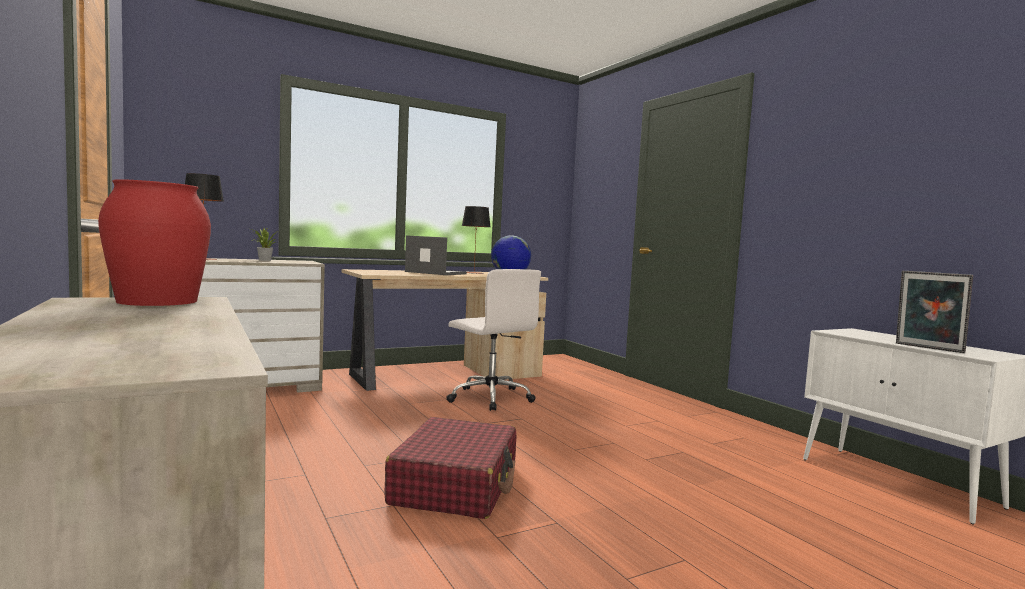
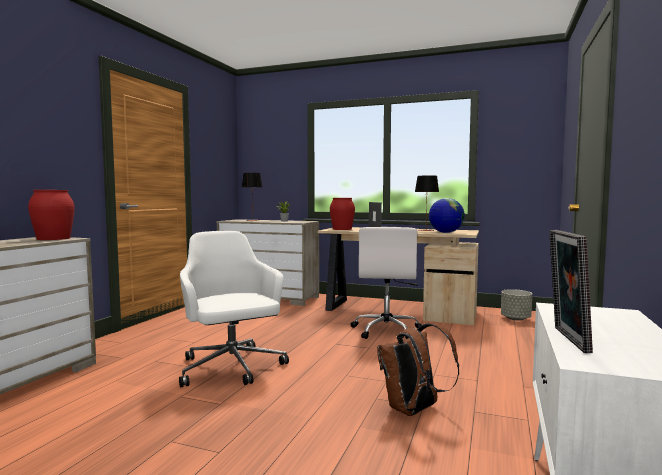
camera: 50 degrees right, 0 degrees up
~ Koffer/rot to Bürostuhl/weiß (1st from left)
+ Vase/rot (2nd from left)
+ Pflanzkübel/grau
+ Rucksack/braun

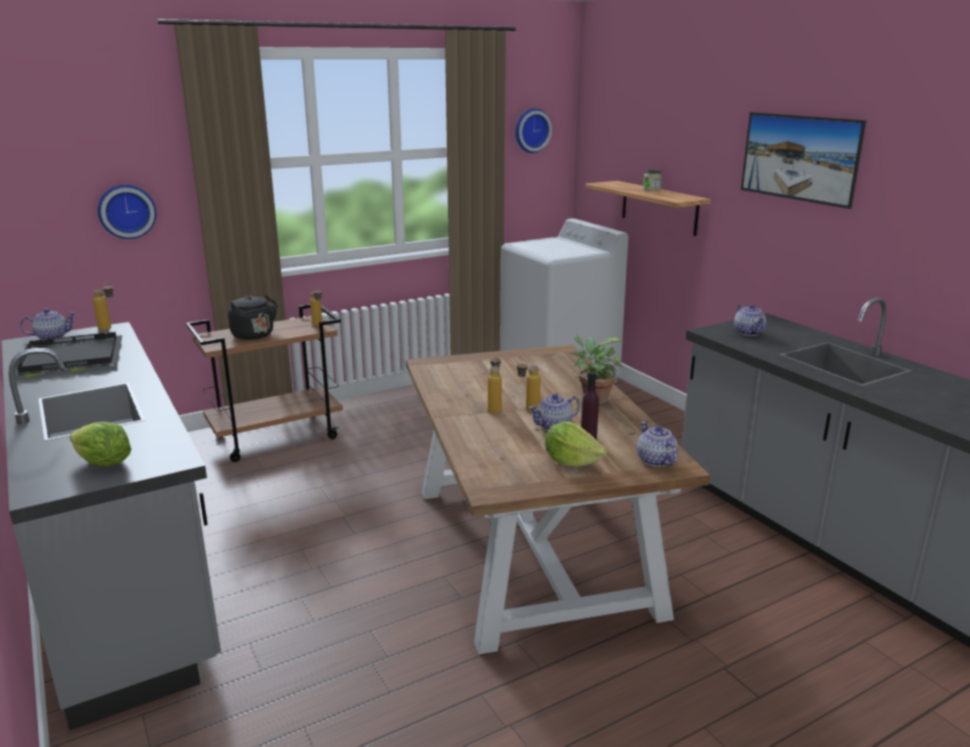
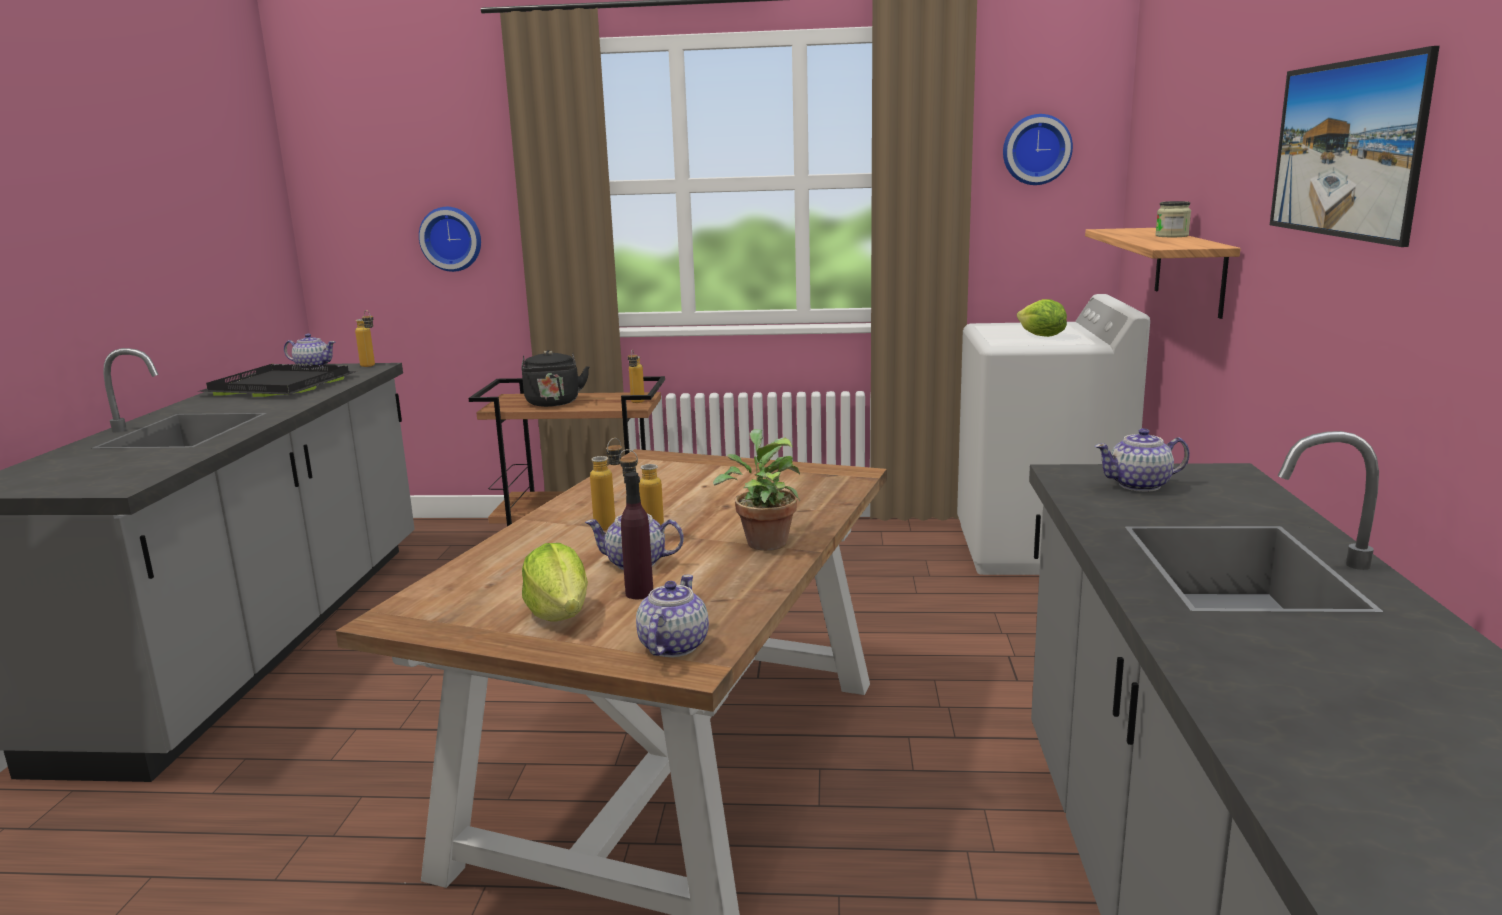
camera: 35 degrees right, 5 degrees down
~ Teekanne (4th from left) 60 degrees clockwise
~ Salatkopf (1st from left in the first image) to Salatkopf (2nd from left)

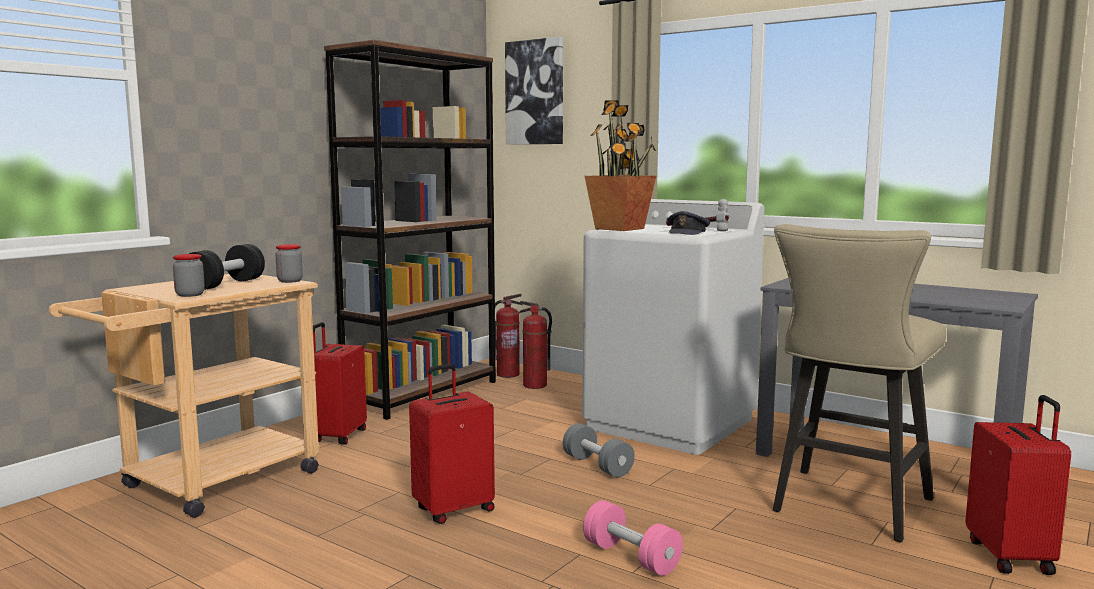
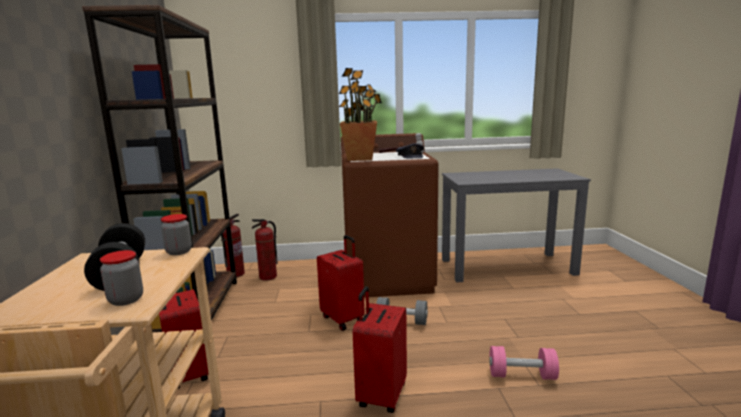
camera: 40 degrees left, 5 degrees up
- Bild
~ Waschmaschine/weiß to Waschmaschine/braun
- Hocker/beige
~ Koffer/rot (3rd from left in the first image) to Koffer/rot (2nd from left)

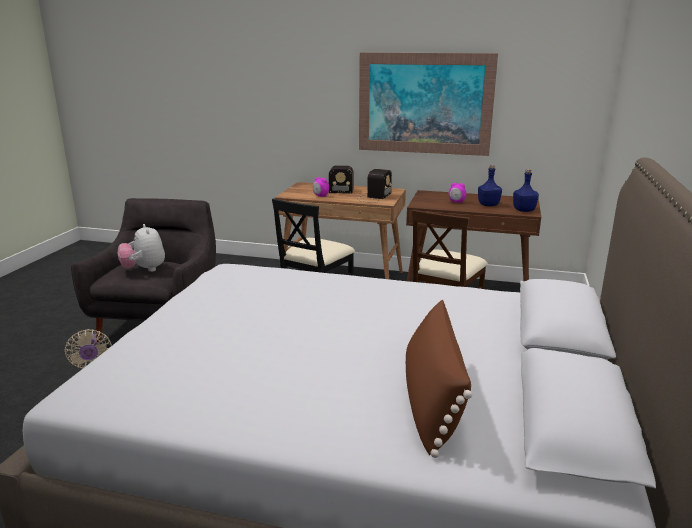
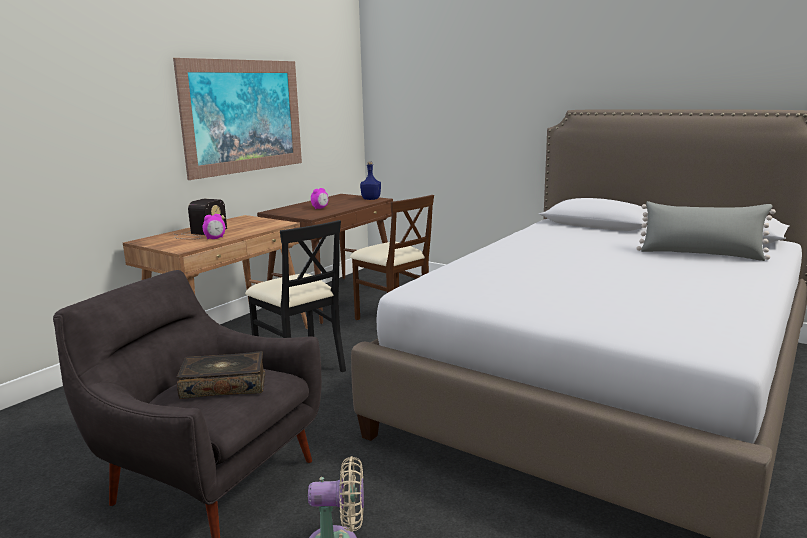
camera: 70 degrees left, 5 degrees down
- Flasche/blau (1st from left)
- Radio (2nd from left)
~ Plüschtier to Buch
~ Kissen/braun to Kissen/grau

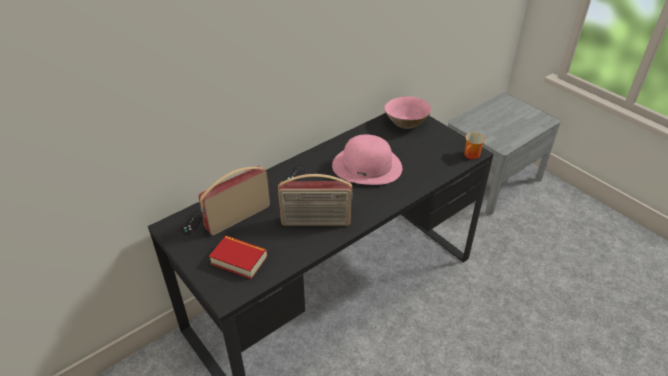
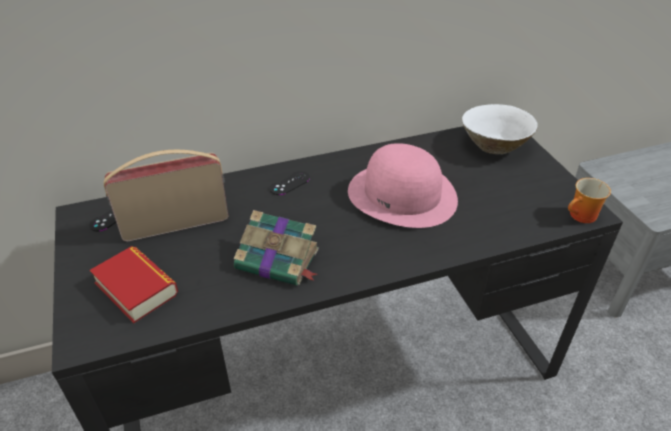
camera: 20 degrees right, 0 degrees up
~ Schüssel/rosa to Schüssel/weiß
~ Radio (2nd from left) to Buch (2nd from left)

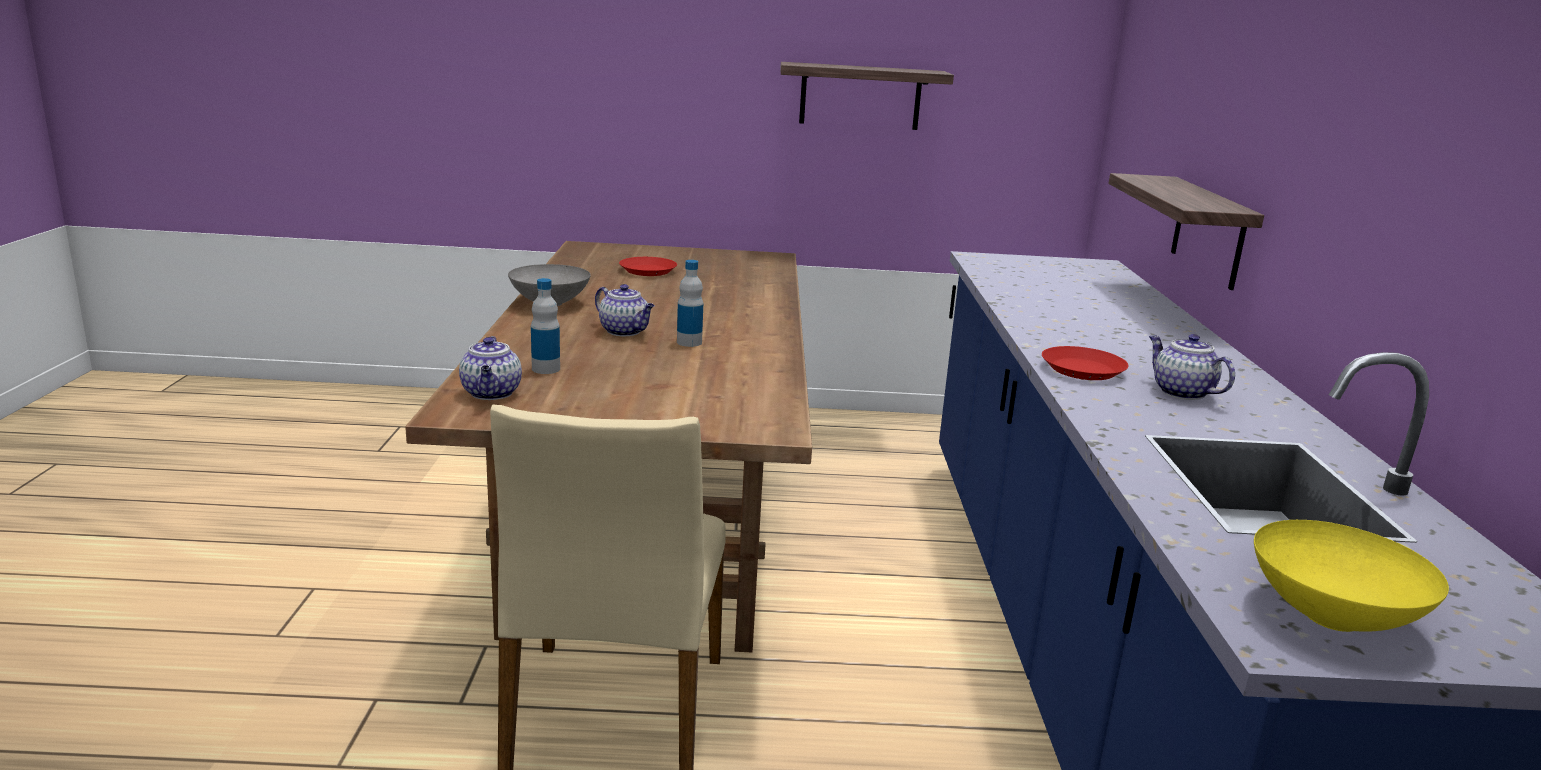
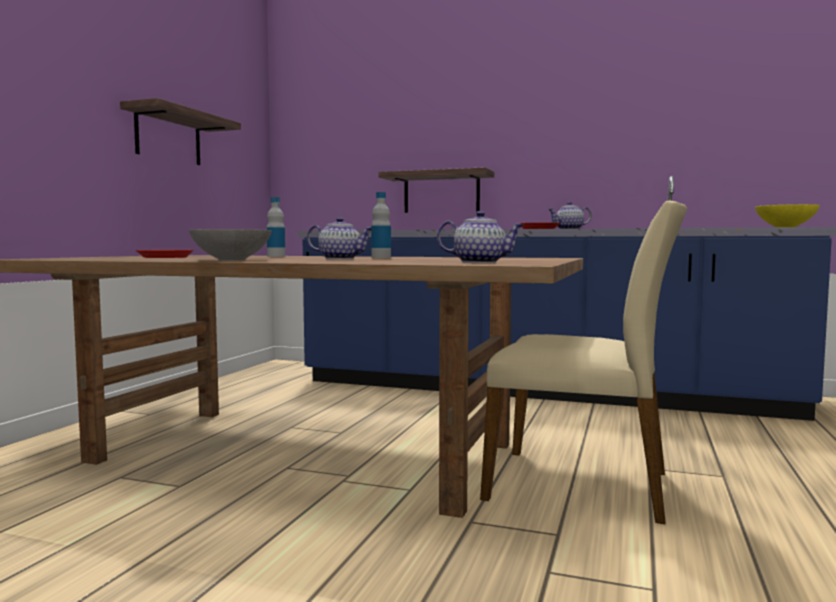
camera: 70 degrees left, 15 degrees down
~ Flasche (1st from left)
~ Teekanne (2nd from left in the first image) 45 degrees clockwise

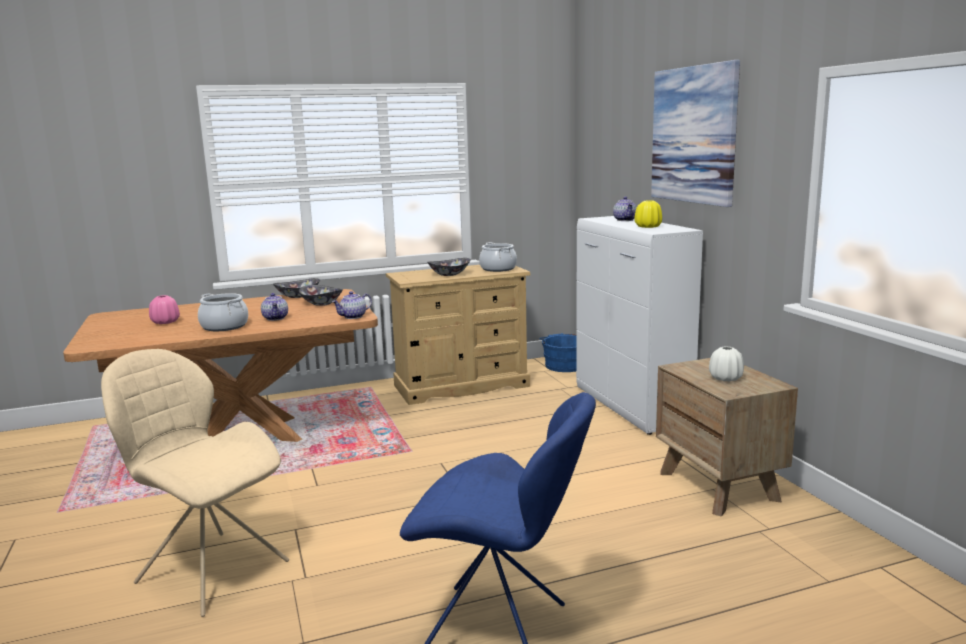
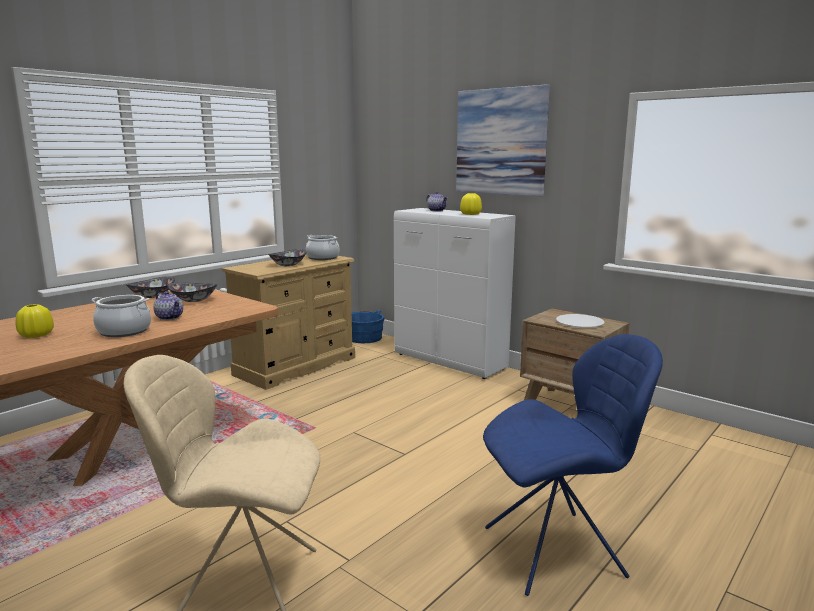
camera: 30 degrees left, 0 degrees up
- Teekanne (2nd from left)
~ Vase/rosa to Vase/gelb (1st from left)
~ Vase/weiß to Teller/weiß

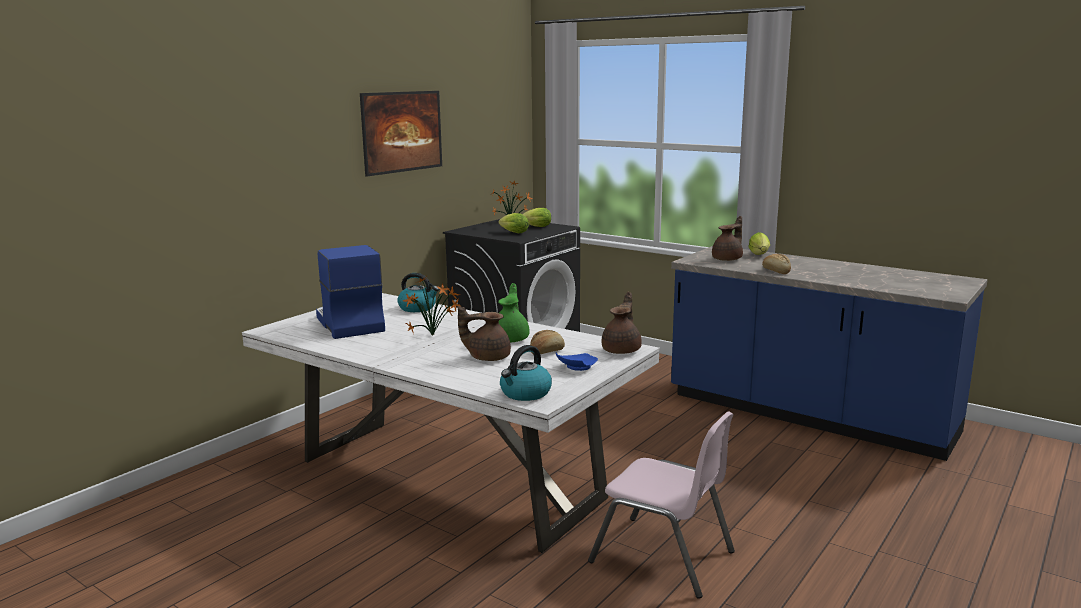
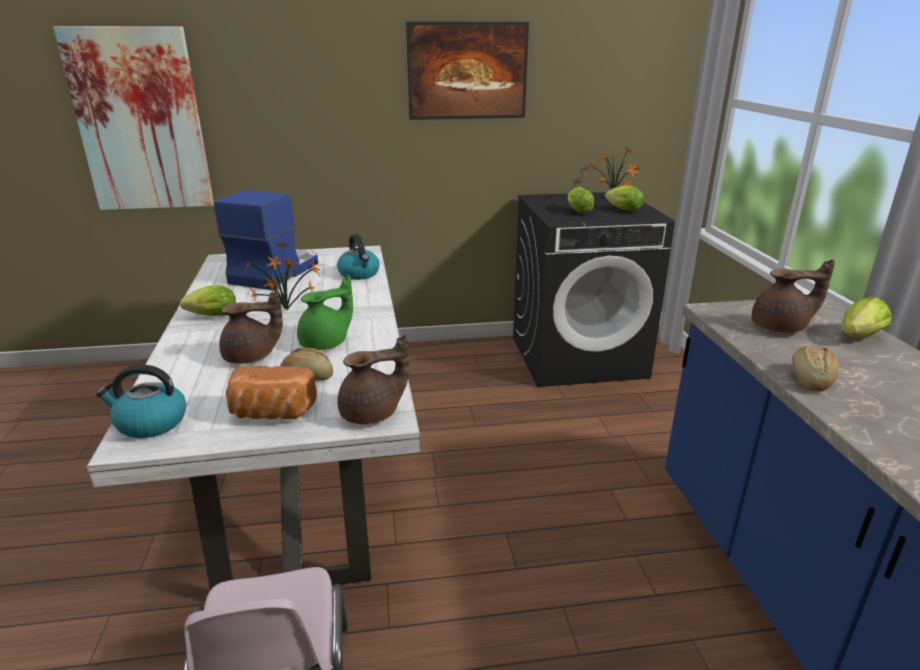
camera: 45 degrees right, 10 degrees up
~ Teekanne/braun (1st from left) 120 degrees clockwise
~ Teller/blau to Brot (1st from left)
+ Bild (1st from left)
+ Salatkopf (1st from left)

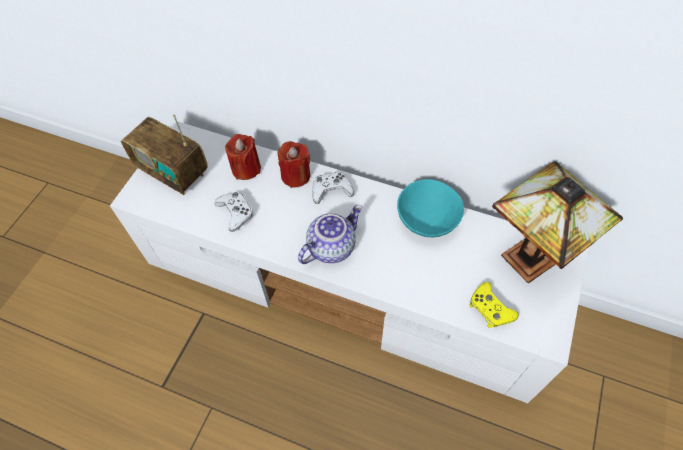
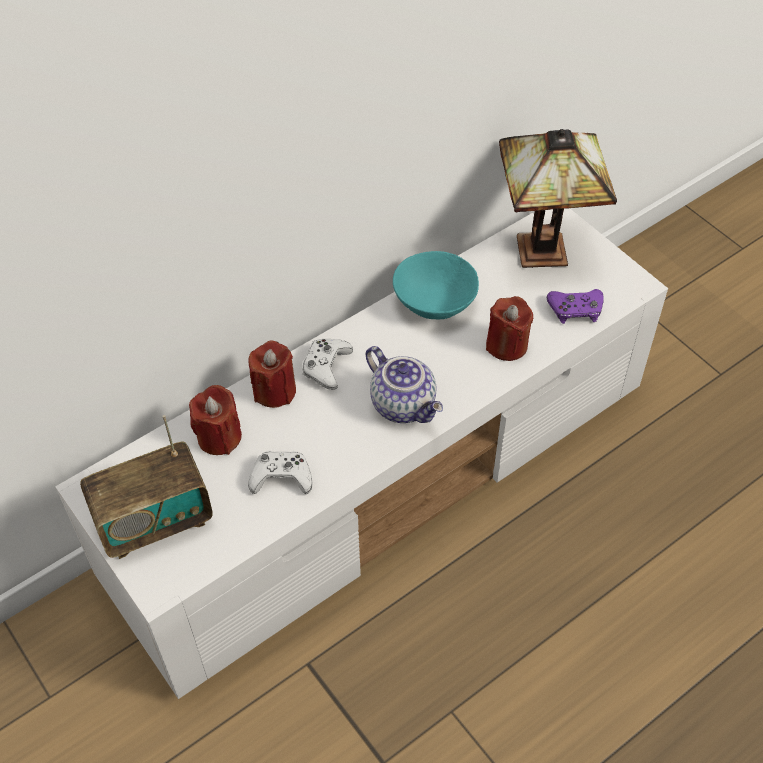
camera: 60 degrees left, 5 degrees down
~ Teekanne 150 degrees clockwise
~ Gamepad/gelb to Gamepad/lila
+ Kerze/rot (3rd from left)

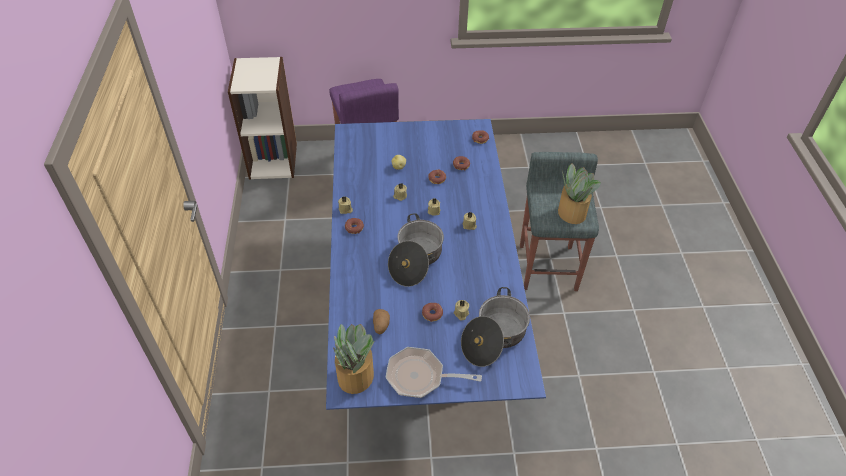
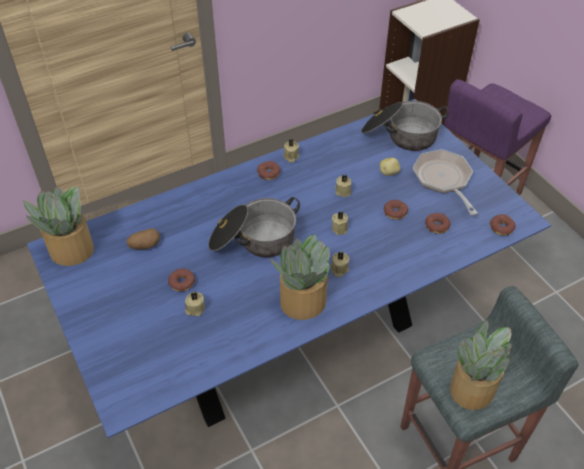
camera: 65 degrees right, 0 degrees up
~ Kochtopf (2nd from left)
~ Pfanne
+ Topfpflanze (2nd from left)

